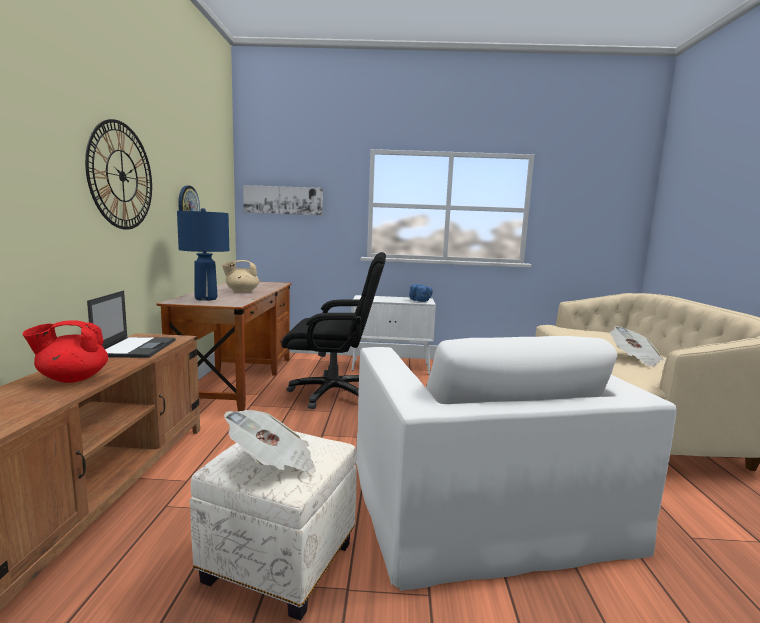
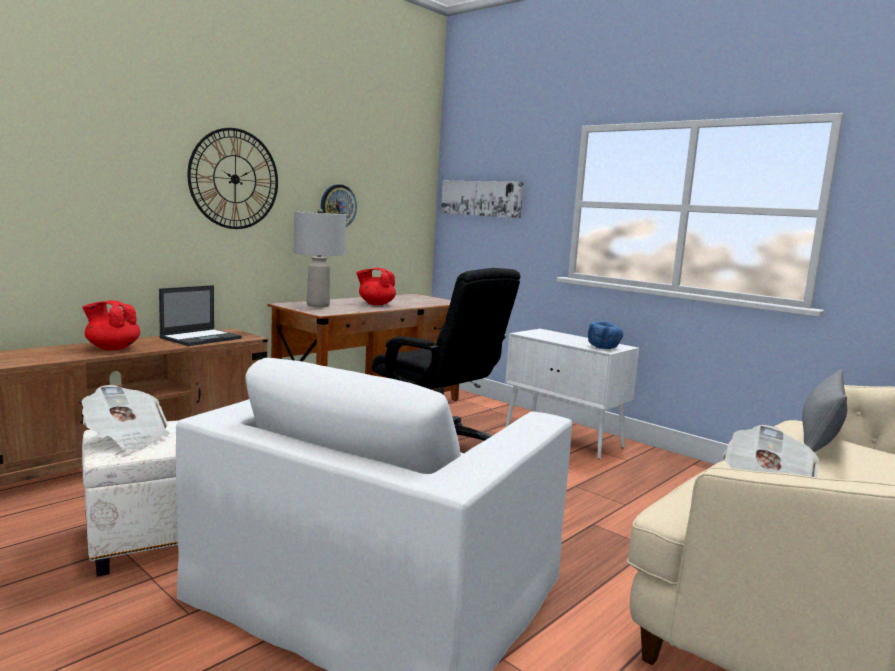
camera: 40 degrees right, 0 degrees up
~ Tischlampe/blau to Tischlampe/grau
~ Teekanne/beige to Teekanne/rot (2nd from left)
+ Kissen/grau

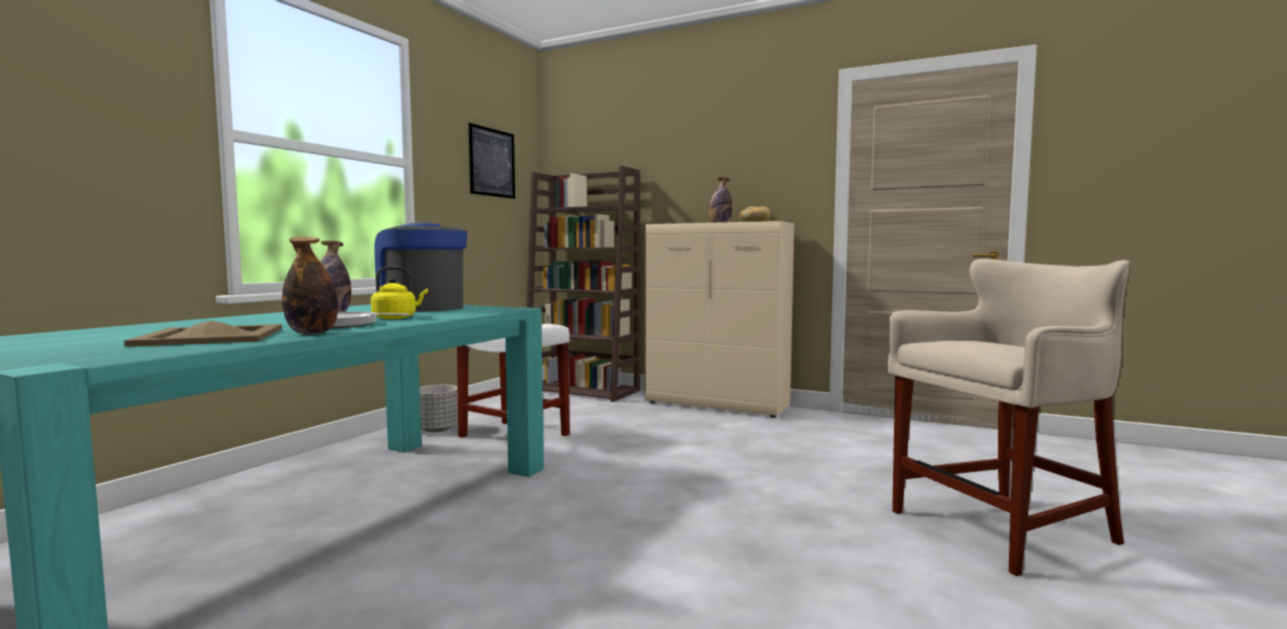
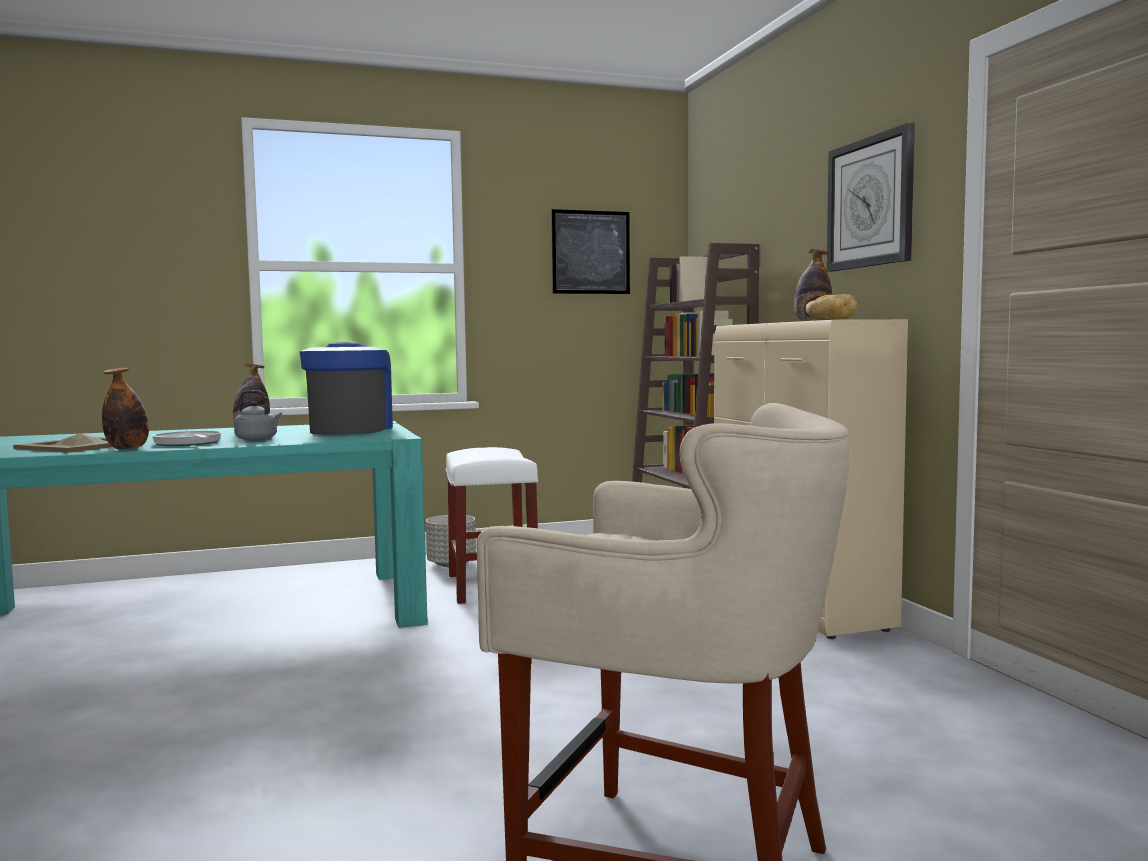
camera: 45 degrees right, 0 degrees up
~ Wasserkessel/gelb to Wasserkessel/grau
+ Wanduhr

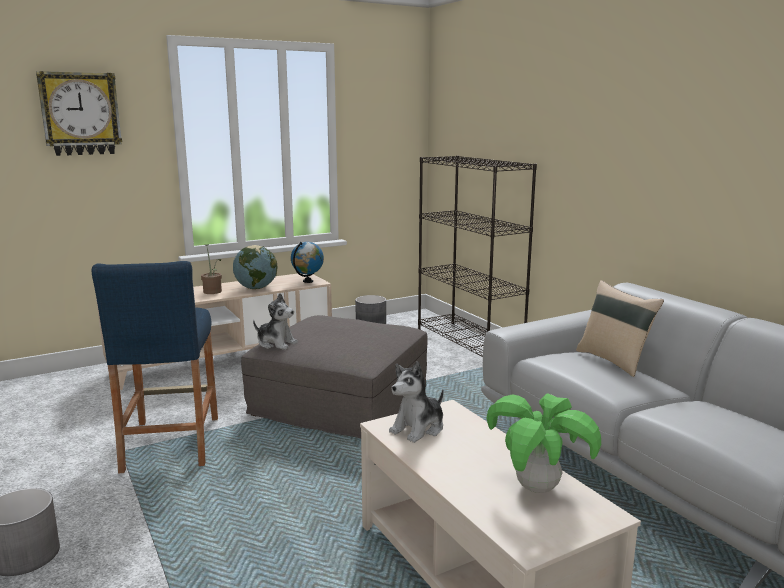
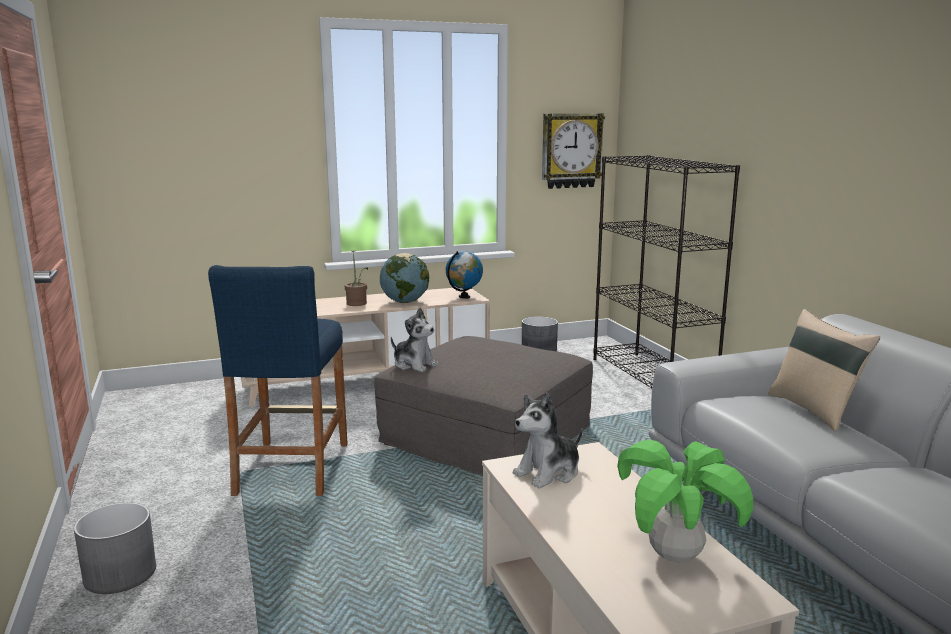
camera: 10 degrees right, 0 degrees up
~ Wanduhr

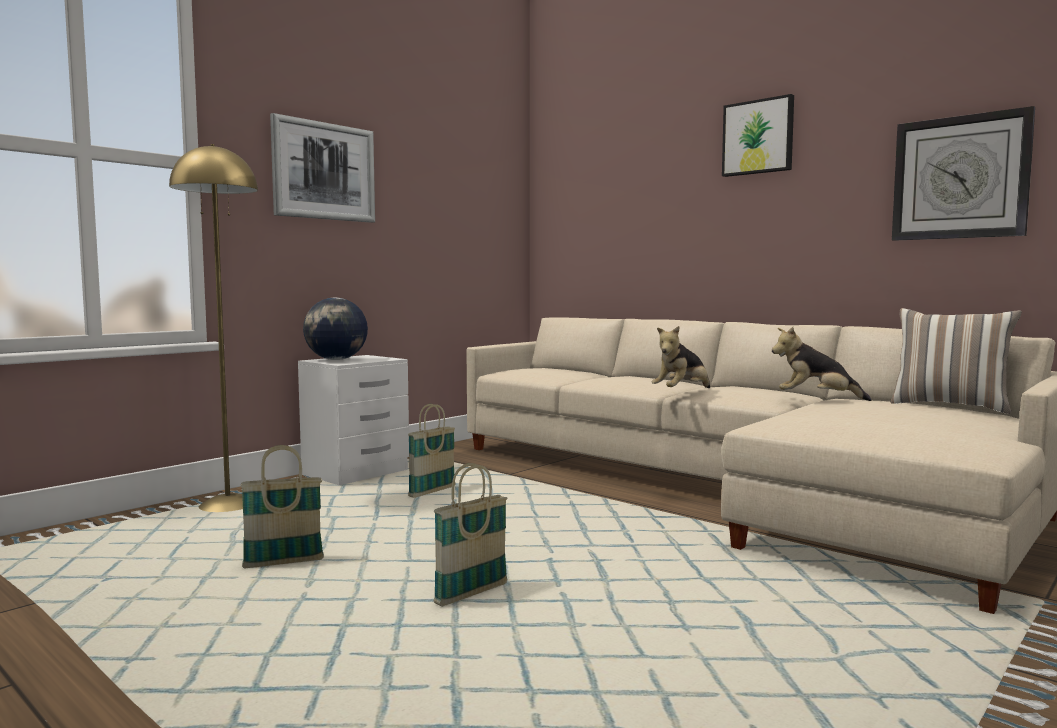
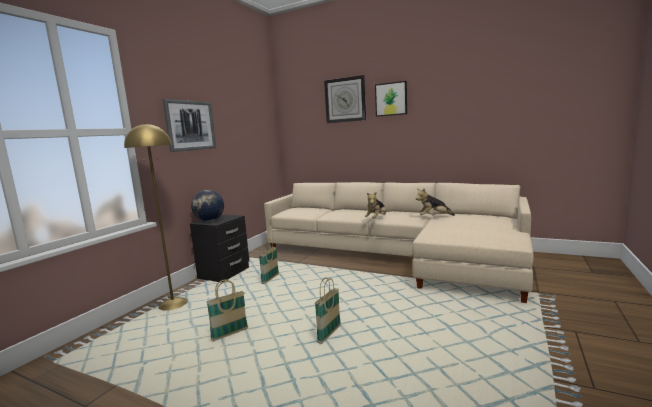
camera: 15 degrees left, 5 degrees up
~ Wanduhr
- Kissen
~ Nachttisch/weiß to Nachttisch/schwarz

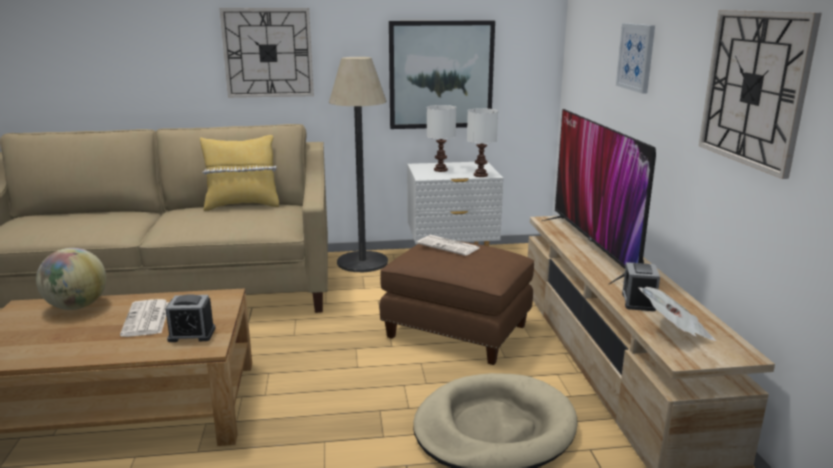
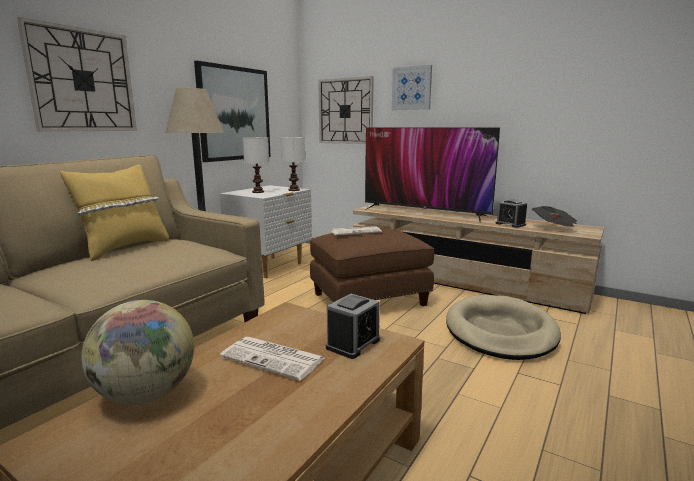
camera: 50 degrees left, 5 degrees down
~ Wanduhr (2nd from left)

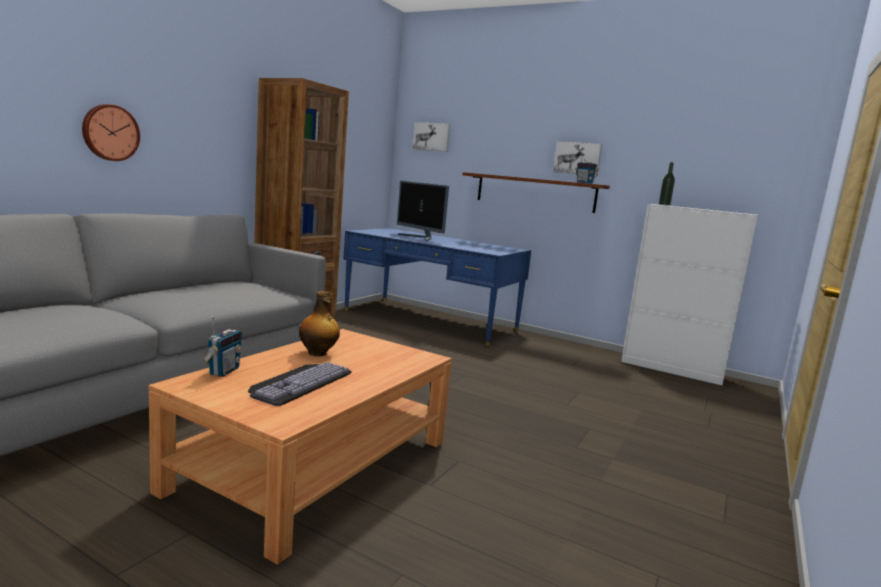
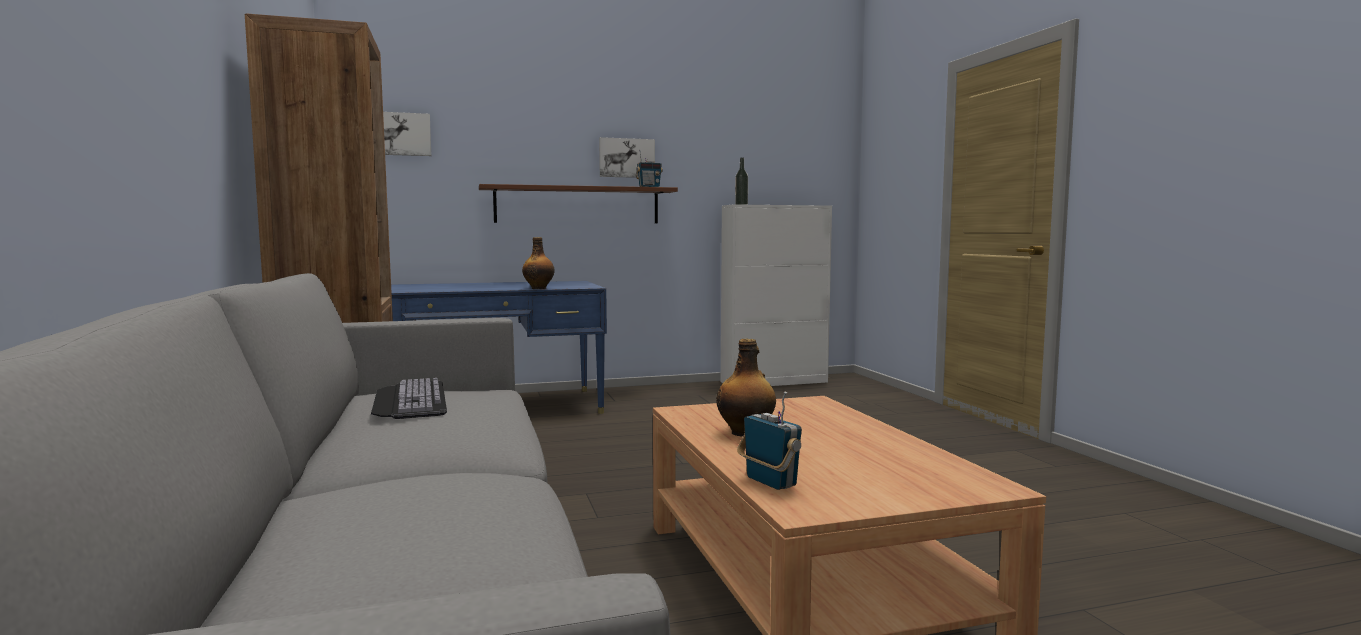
camera: 45 degrees left, 5 degrees down
- Wanduhr
- Monitor
~ Tastatur
+ Flasche (1st from left)

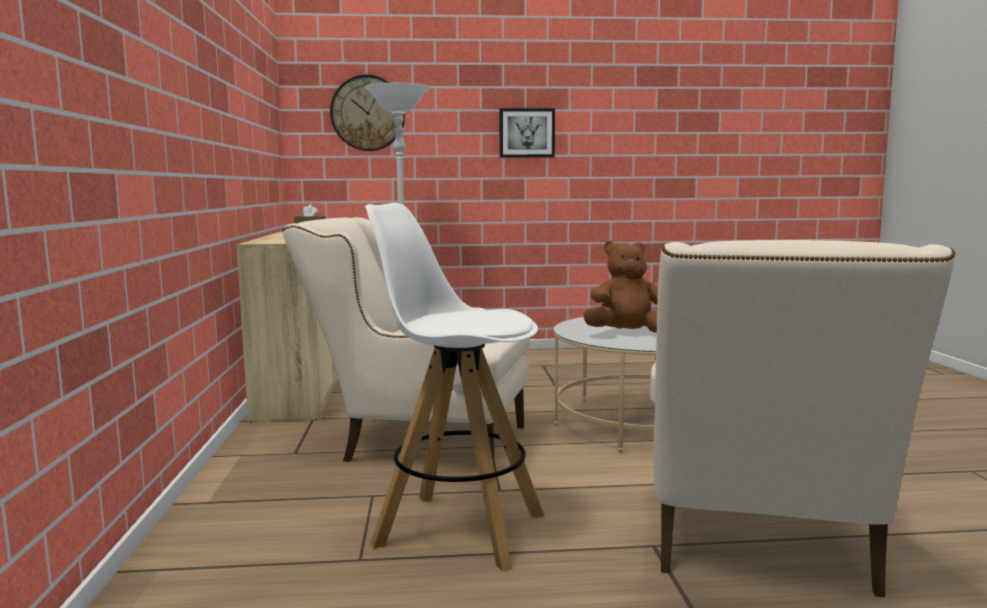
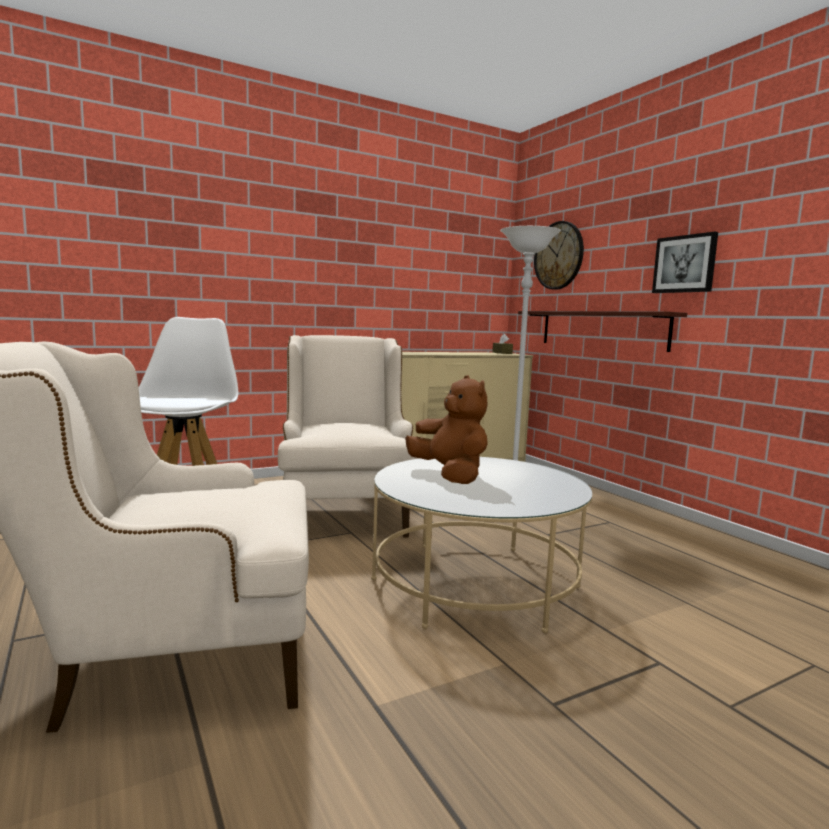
camera: 65 degrees right, 0 degrees up
+ Wandregal

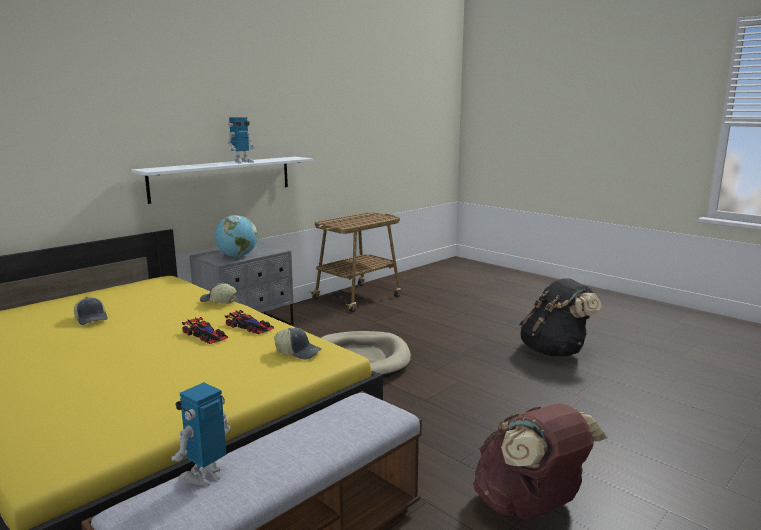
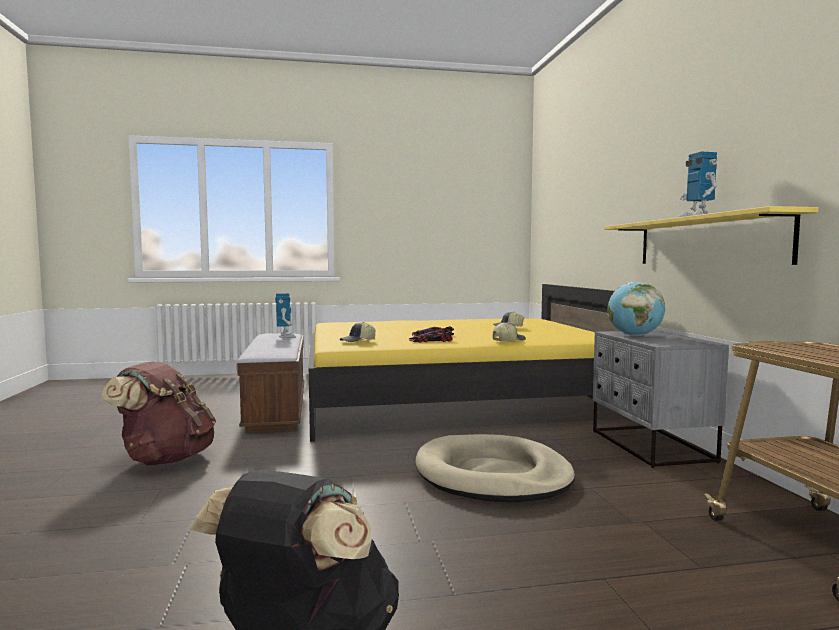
camera: 125 degrees right, 10 degrees down
~ Wandregal/weiß to Wandregal/gelb

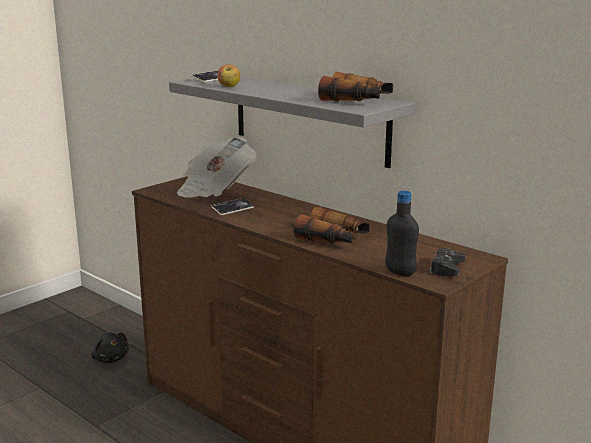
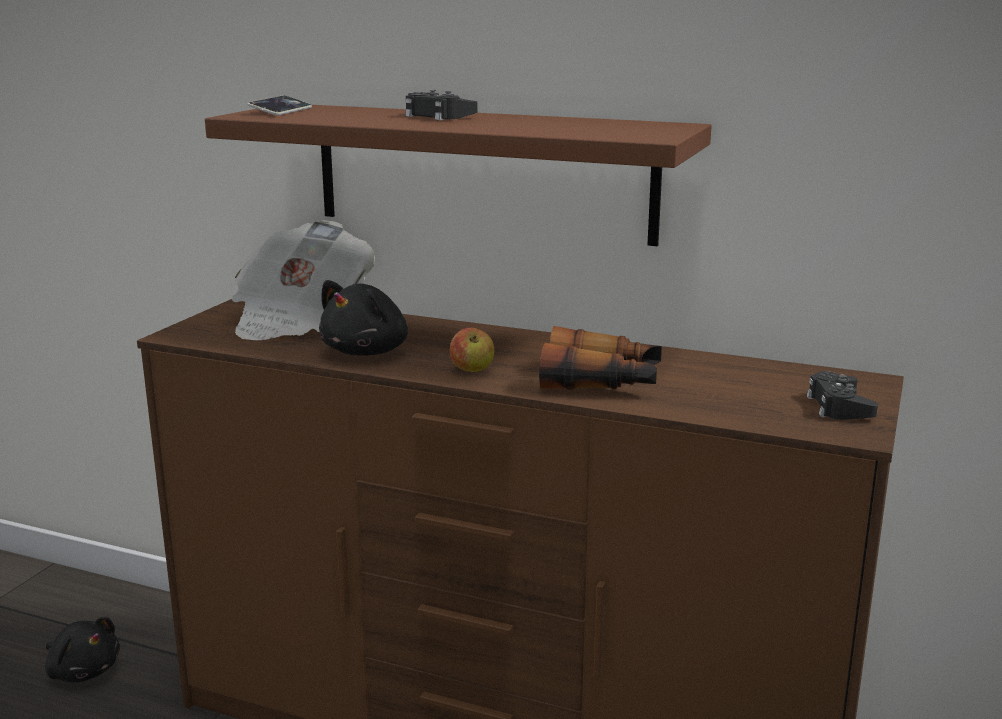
camera: 20 degrees left, 0 degrees up
~ Apfel
- Fernglas (2nd from left)
~ Wandregal/grau to Wandregal/braun
- Flasche/schwarz
~ Handy (2nd from left) to Plüschtier/schwarz (2nd from left)
+ Gamepad/schwarz (1st from left)

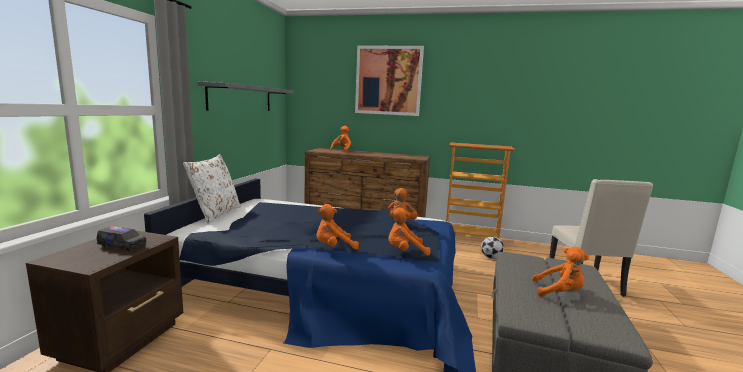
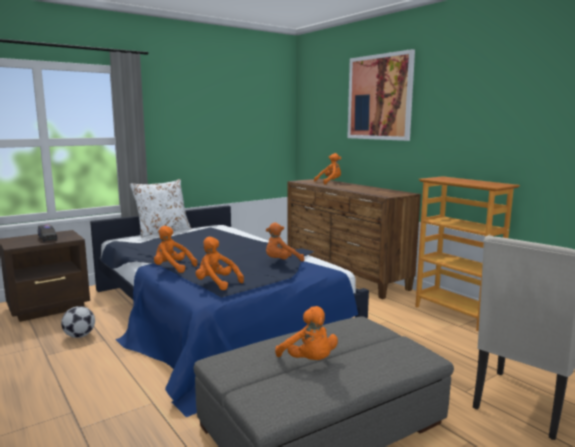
camera: 40 degrees right, 0 degrees up
- Wandregal/grau
~ Fußball

